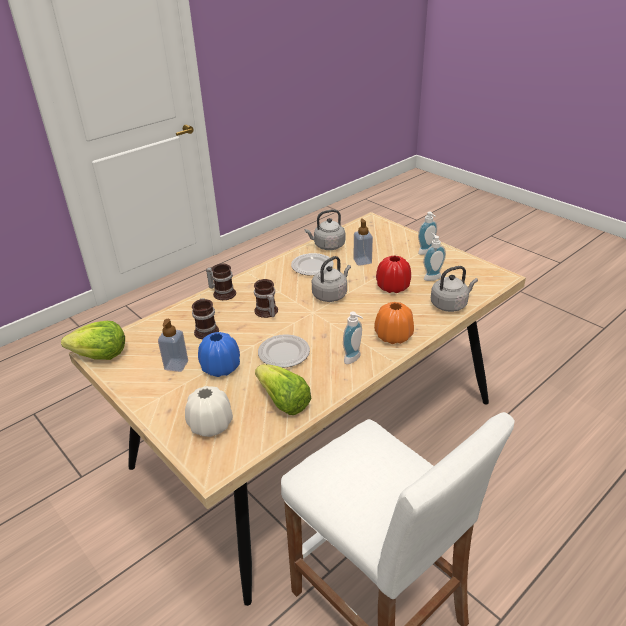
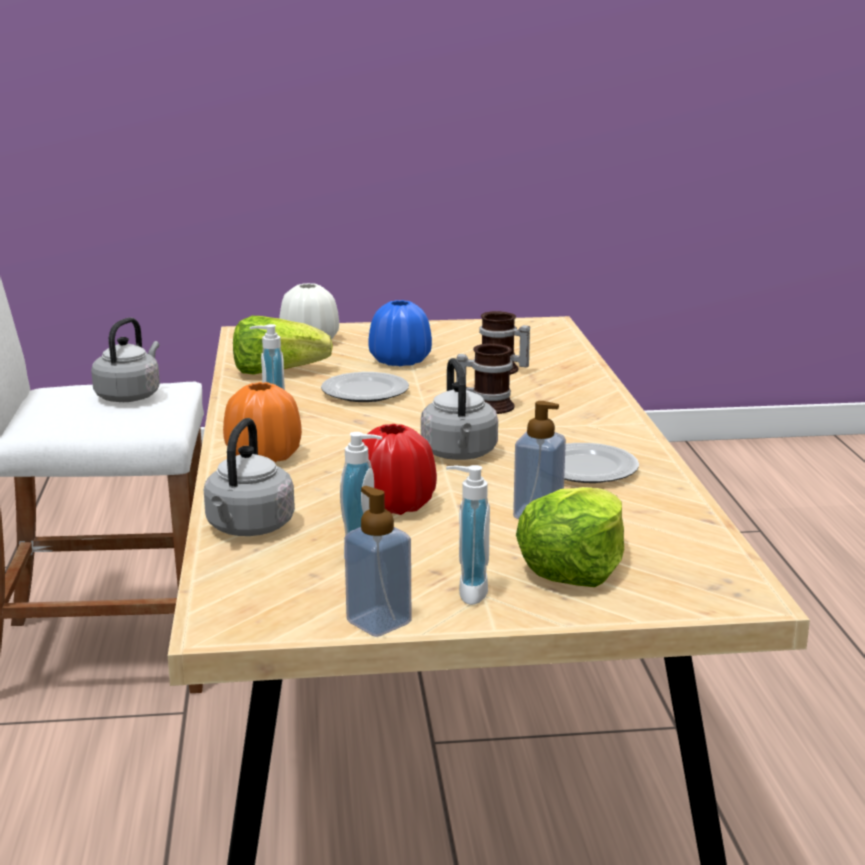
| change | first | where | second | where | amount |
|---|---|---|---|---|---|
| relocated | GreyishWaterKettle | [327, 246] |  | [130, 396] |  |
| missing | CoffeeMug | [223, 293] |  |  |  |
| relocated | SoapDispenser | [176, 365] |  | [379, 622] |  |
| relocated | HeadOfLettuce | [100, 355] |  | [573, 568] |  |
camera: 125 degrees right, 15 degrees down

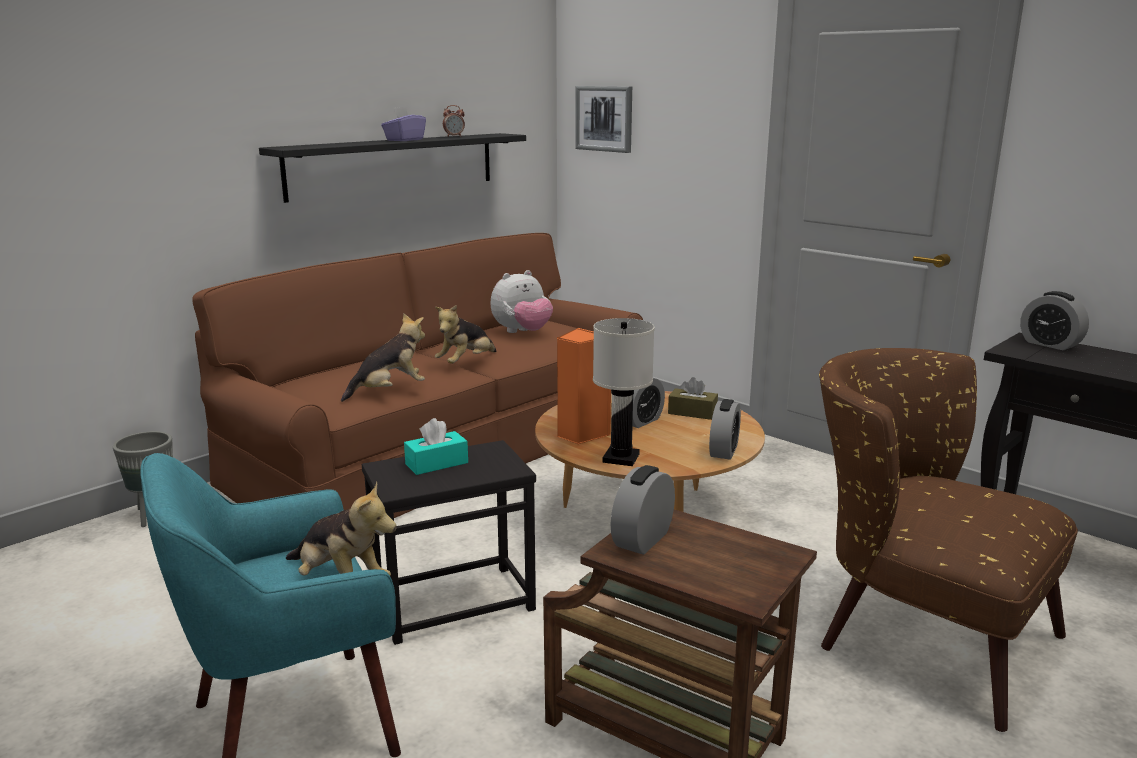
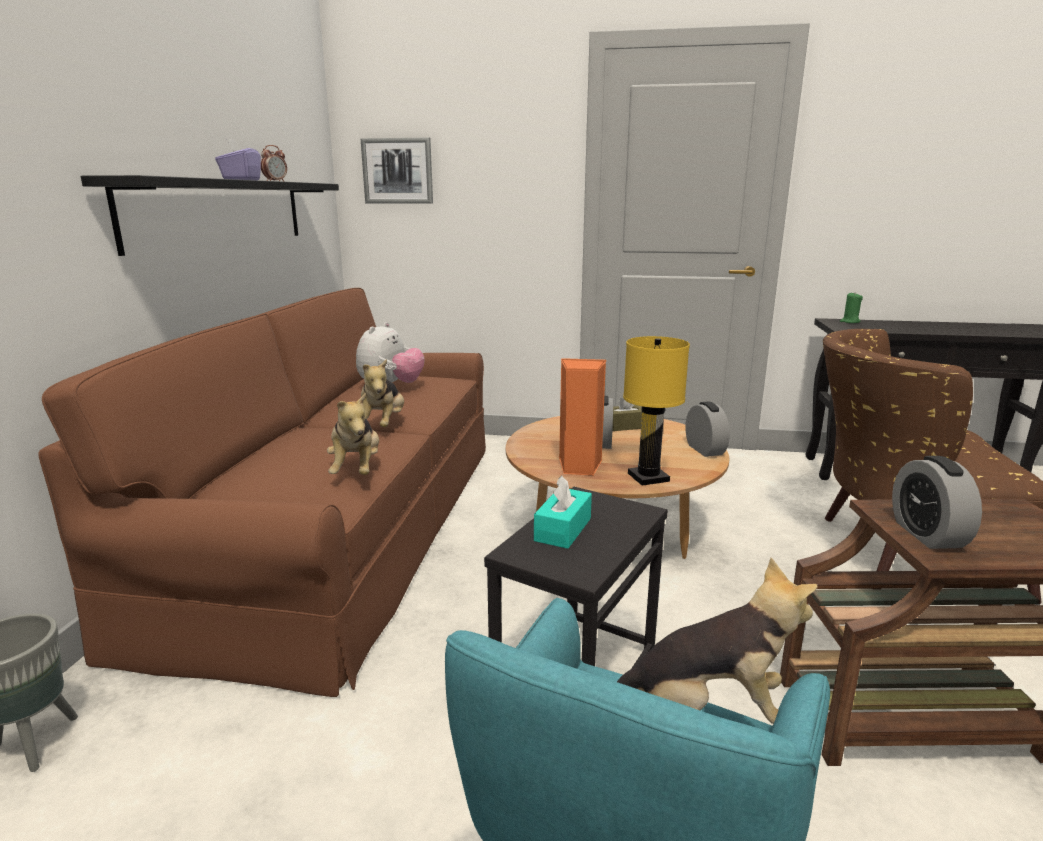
| change | first | where | second | where | amount |
|---|---|---|---|---|---|
| exchanged | TableClock | [1050, 344] | GreenWaxCandle | [849, 322] |  |
| spun | PlushToy | [389, 391] |  | [357, 470] | 150 degrees clockwise |
| colour | WhitishTableLamp | [621, 458] | YellowTableLamp | [649, 477] |  |
camera: 35 degrees left, 0 degrees up

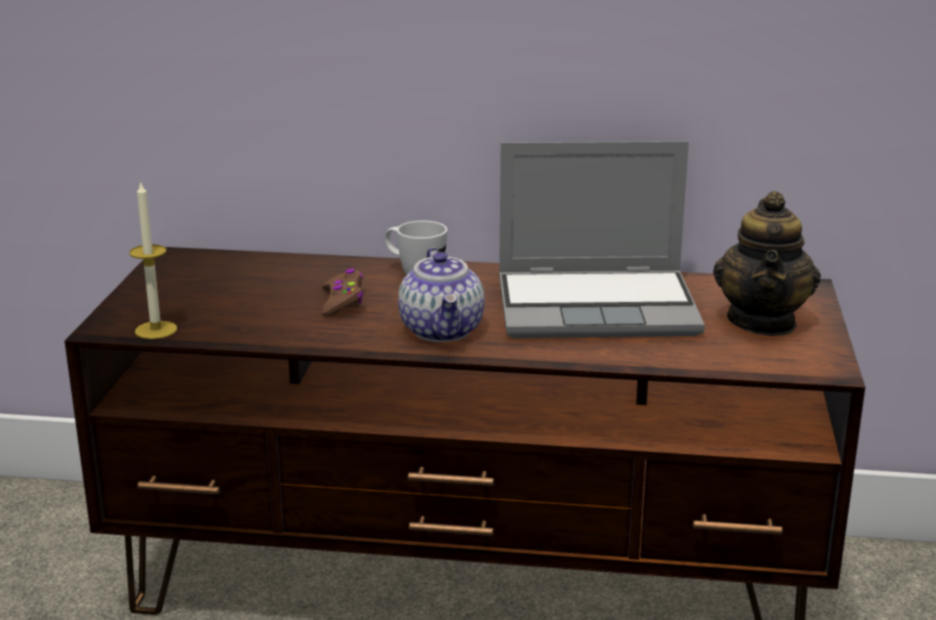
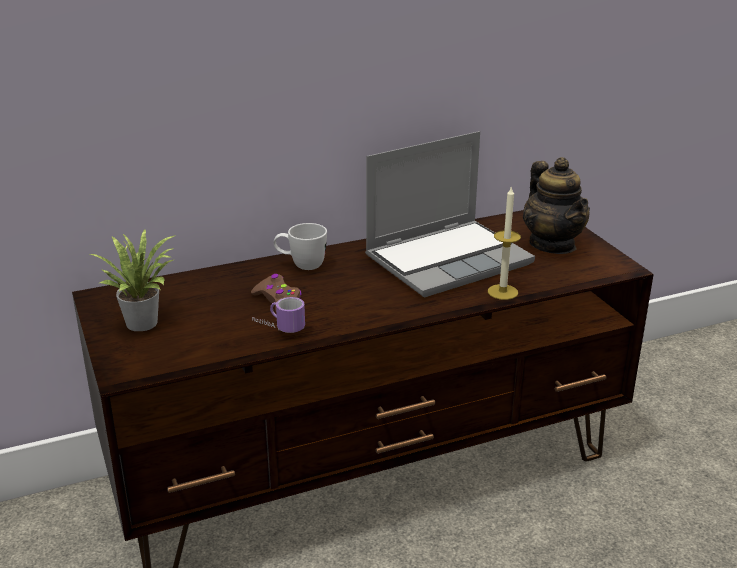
| change | first | where | second | where | amount |
|---|---|---|---|---|---|
| relocated | WaxCandle | [156, 330] |  | [502, 292] |  |
| missing | TeaPot | [443, 331] |  |  |  |
| appeared |  |  | PottedPlant | [144, 321] |  |
| appeared |  |  | CoffeeMug | [277, 329] |  |
camera: 30 degrees left, 5 degrees up

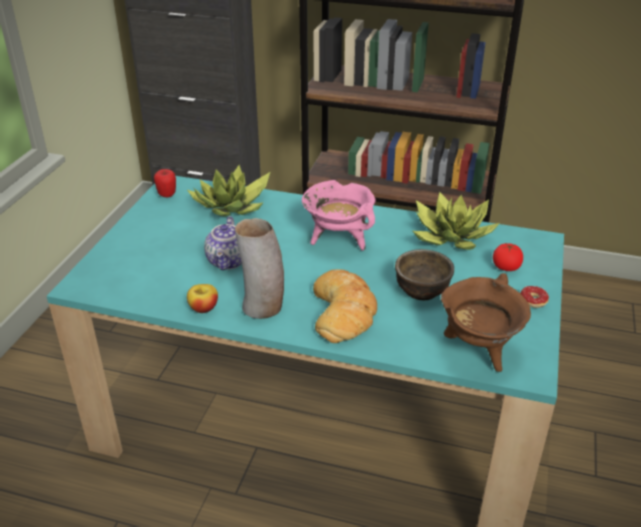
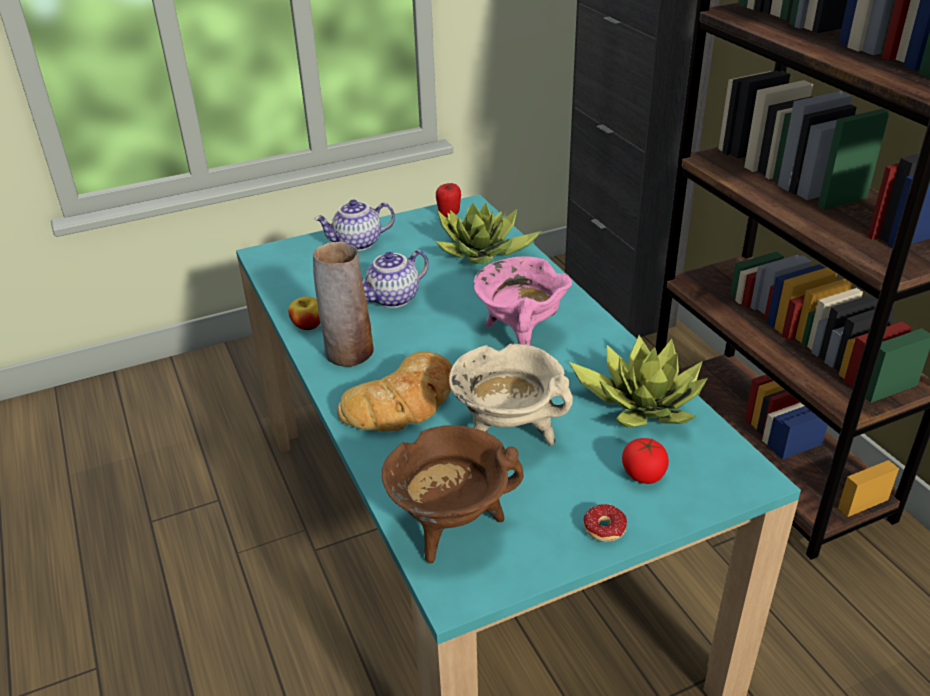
| change | first | where | second | where | amount |
|---|---|---|---|---|---|
| exchanged | BrownColouredServingBowl | [422, 290] | BeigeColouredCookingPot | [508, 434] |  |
| appeared |  |  | TeaPot | [357, 244] |  |
camera: 50 degrees right, 0 degrees up

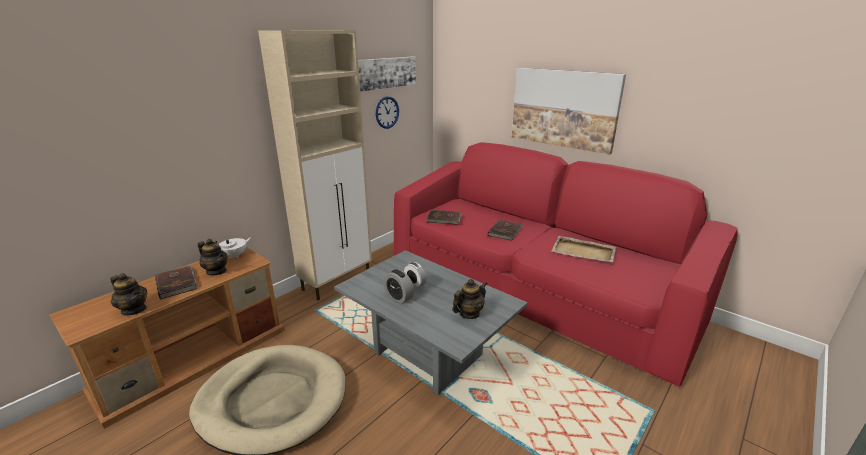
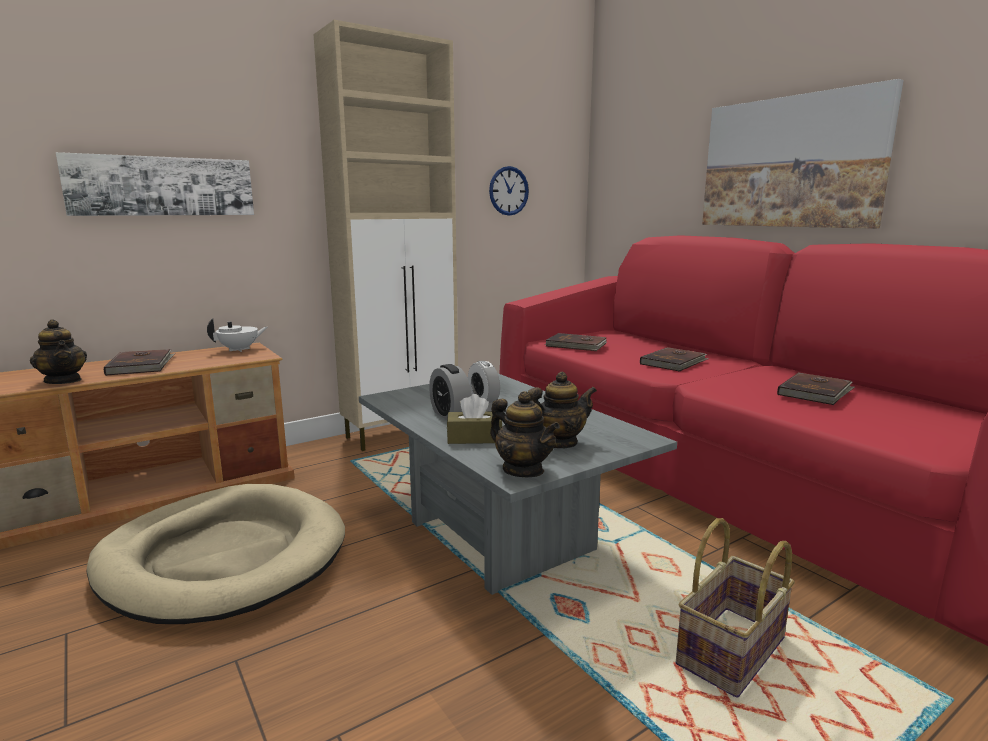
| change | first | where | second | where | amount |
|---|---|---|---|---|---|
| relocated | WallArt | [384, 73] |  | [162, 186] |  |
| exchanged | BeigeColouredCarryingTray | [584, 251] | BrownColouredVolume | [815, 392] |  |
| relocated | TeaPot | [216, 271] |  | [523, 470] |  |
| appeared |  |  | BrownColouredTissueHolder | [474, 438] |  |
| appeared |  |  | HouseholdBasket | [733, 653] |  |
camera: 15 degrees right, 10 degrees down

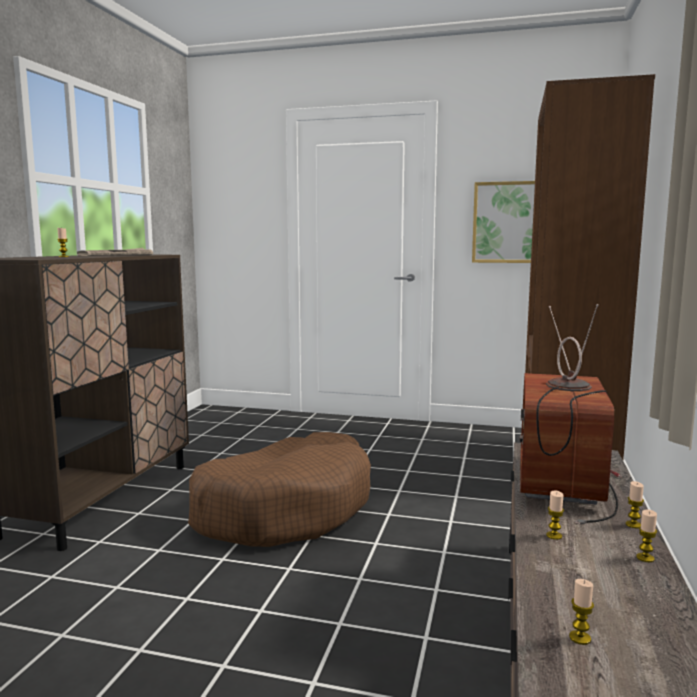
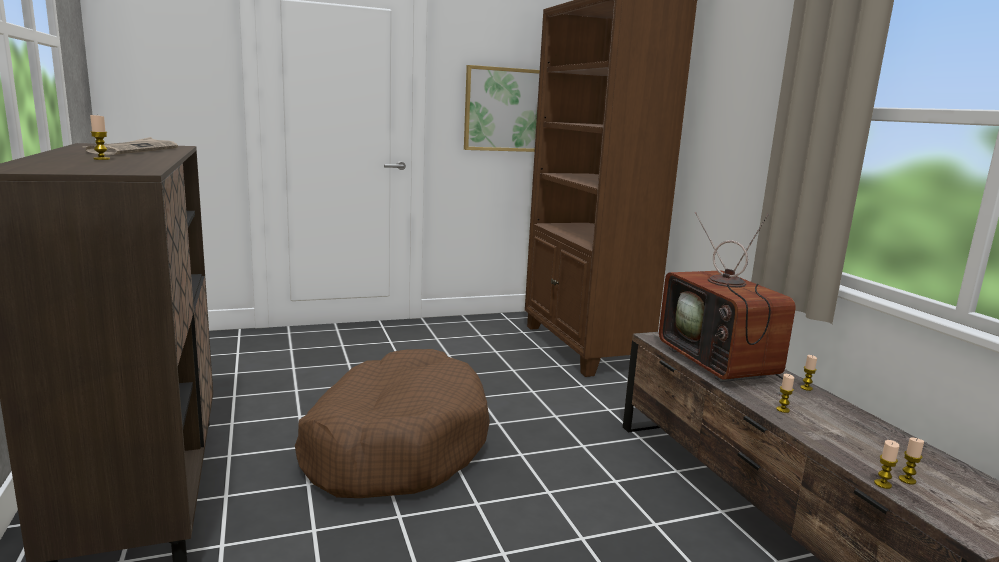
| change | first | where | second | where | amount |
|---|---|---|---|---|---|
| relocated | WaxCandle | [645, 558] |  | [882, 484] |  |
camera: 35 degrees left, 5 degrees up

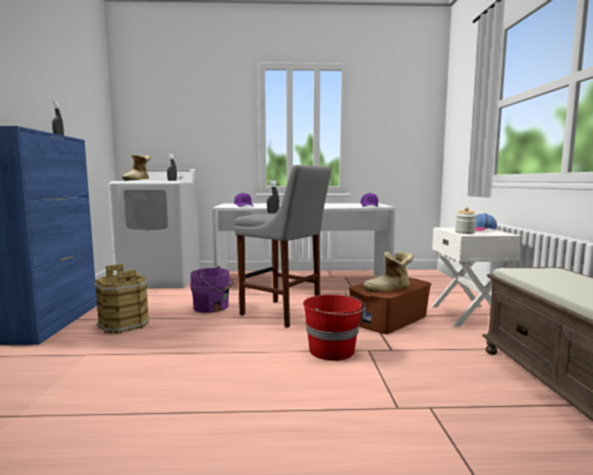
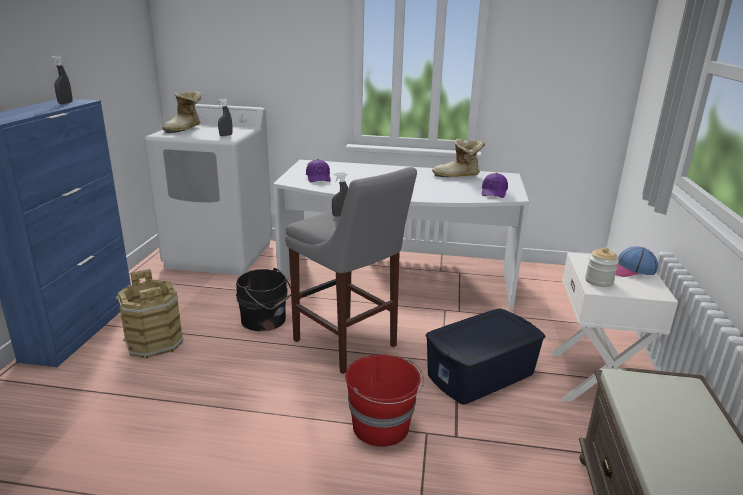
| change | first | where | second | where | amount |
|---|---|---|---|---|---|
| relocated | TallBoot | [389, 289] |  | [457, 176] |  |
| colour | PurpleColouredBucket | [212, 307] | BlackishBucket | [265, 320] |  |
| colour | BrownColouredStorageBox | [390, 319] | BlueStorageBox | [481, 374] |  |
camera: 10 degrees right, 15 degrees up

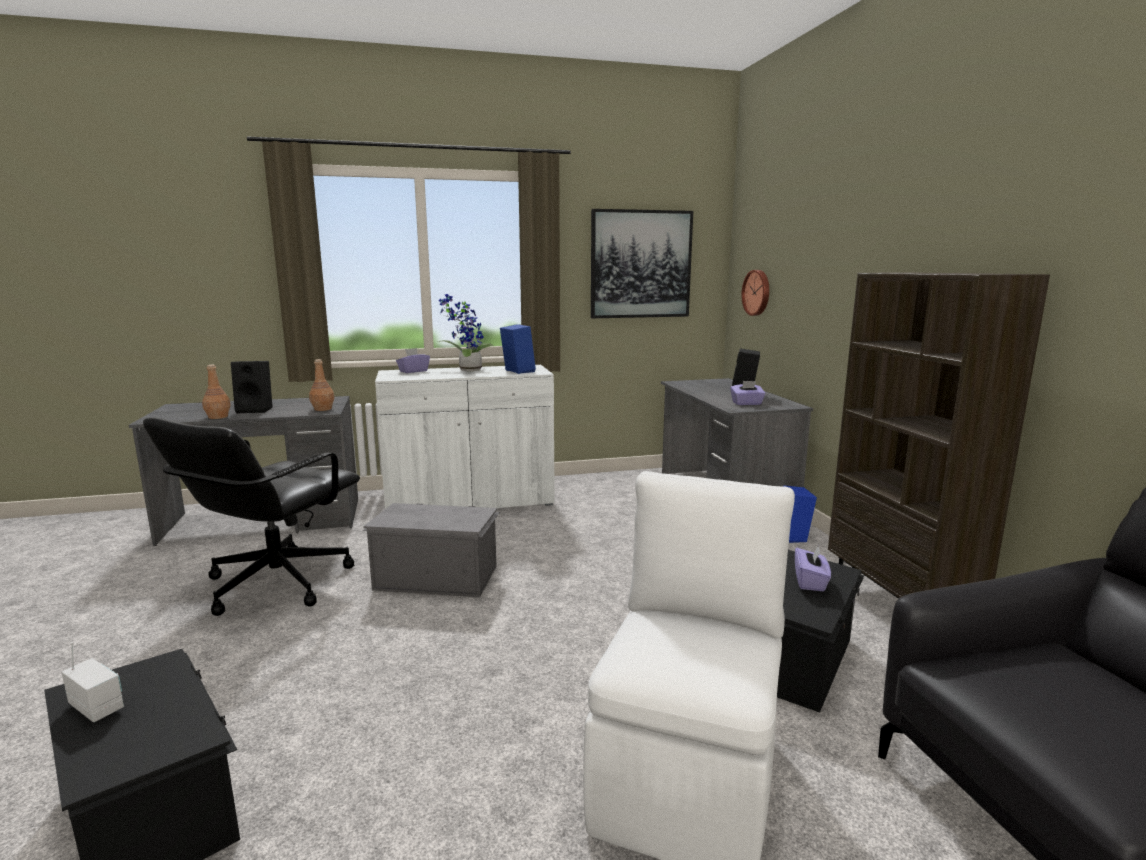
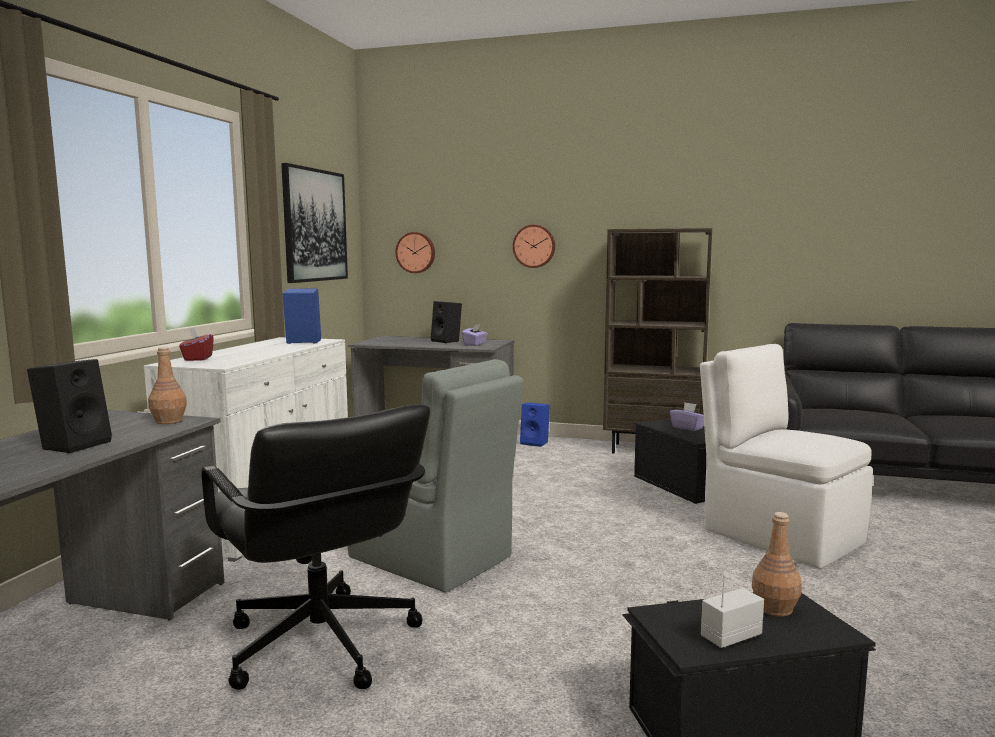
| change | first | where | second | where | amount |
|---|---|---|---|---|---|
| missing | PottedPlant | [467, 370] |  |  |  |
| colour | PurpleColouredTissueHolder | [413, 371] | RedTissueHolder | [197, 358] |  |
| relocated | BrownColouredBeverageBottle | [218, 417] |  | [775, 609] |  |
| exchanged | GreyishStorageBox | [436, 577] | GreyishUprightChair | [433, 559] |  |
| appeared |  |  | HangingClock | [534, 246] |  |
camera: 60 degrees left, 5 degrees down

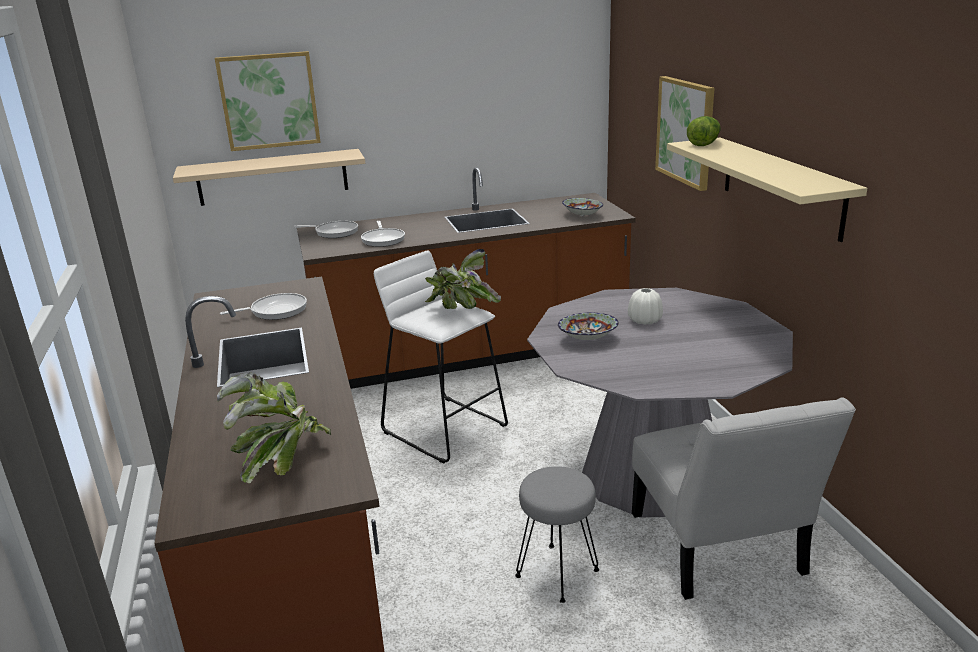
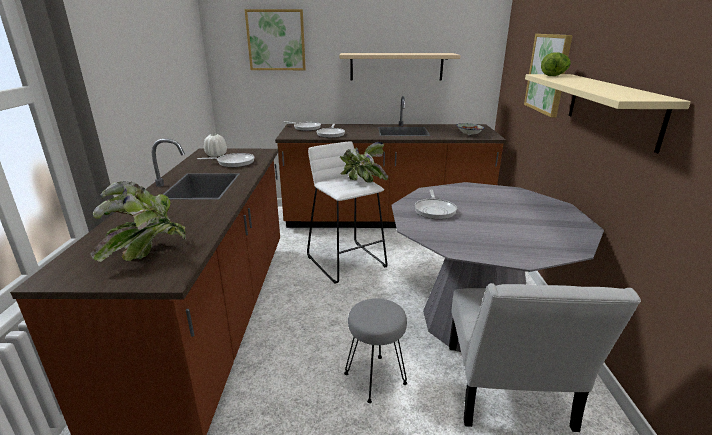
| change | first | where | second | where | amount |
|---|---|---|---|---|---|
| relocated | BeigeColouredWallShelf | [273, 177] |  | [396, 66] |  |
| relocated | WhitishDecorativeVase | [644, 320] |  | [216, 155] |  |
| exchanged | ServingBowl | [587, 338] | FryingPan | [435, 210] |  |
camera: 15 degrees right, 0 degrees up

